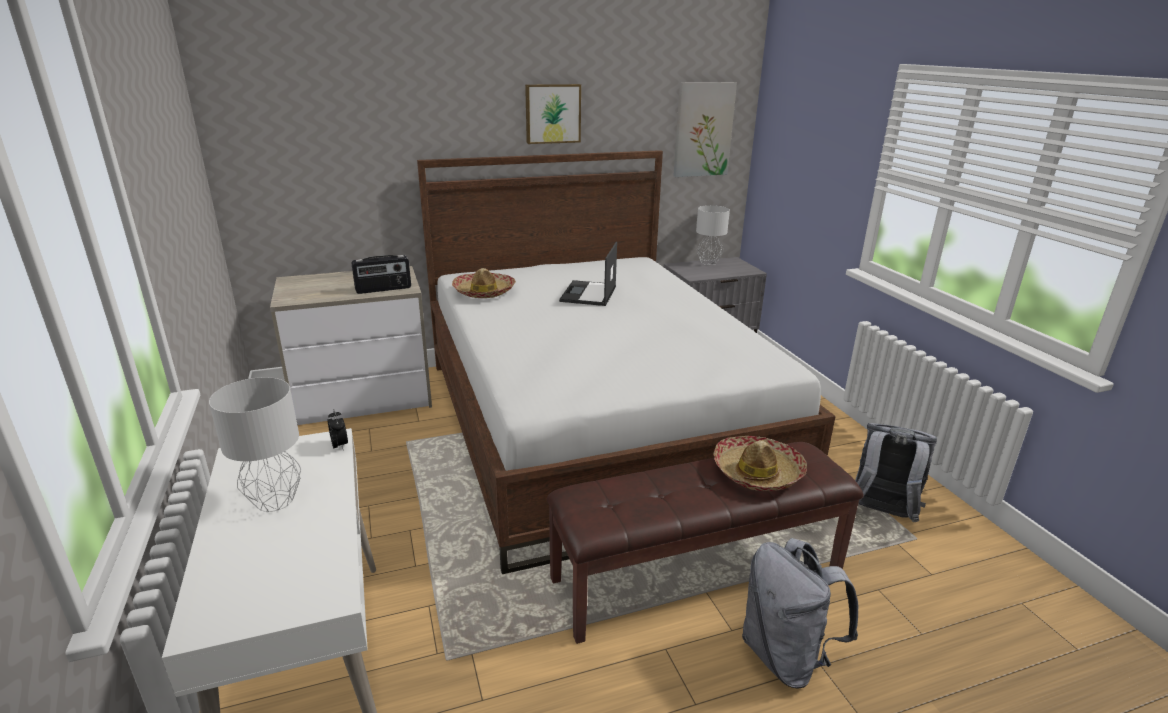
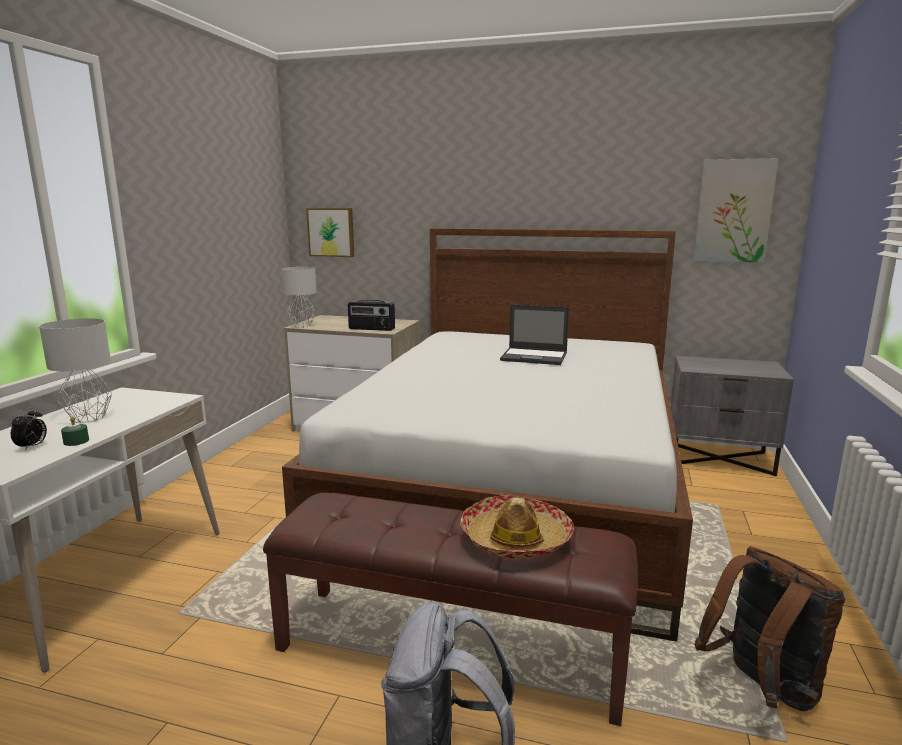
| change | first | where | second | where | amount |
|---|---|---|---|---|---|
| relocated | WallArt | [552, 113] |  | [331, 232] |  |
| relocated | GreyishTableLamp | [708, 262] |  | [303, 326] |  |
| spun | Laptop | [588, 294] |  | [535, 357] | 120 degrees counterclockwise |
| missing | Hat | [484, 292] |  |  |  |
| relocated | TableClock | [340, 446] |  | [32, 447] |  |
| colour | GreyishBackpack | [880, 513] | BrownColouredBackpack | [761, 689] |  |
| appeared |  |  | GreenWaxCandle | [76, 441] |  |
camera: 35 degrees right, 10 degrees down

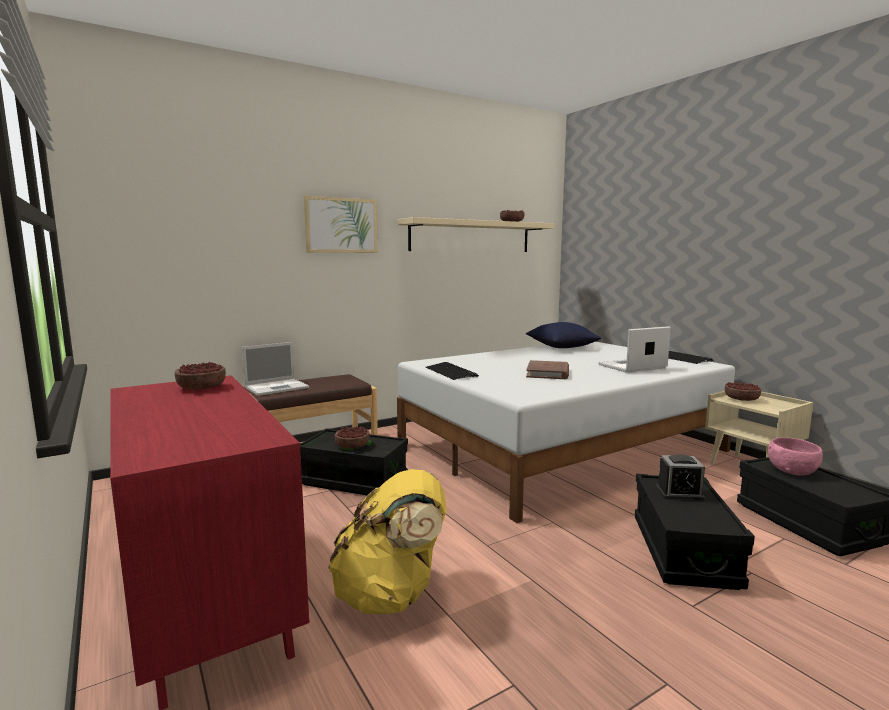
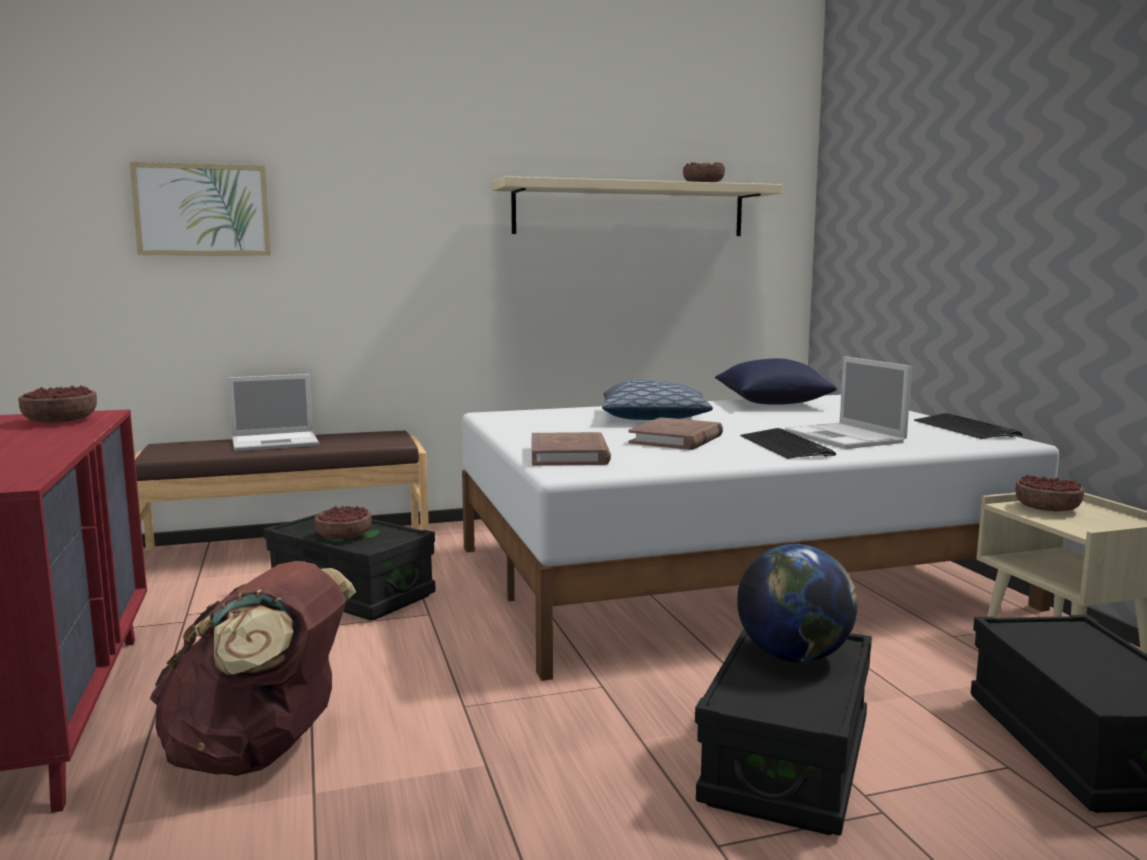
| change | first | where | second | where | amount |
|---|---|---|---|---|---|
| relocated | WallArt | [341, 225] |  | [202, 210] |  |
| spun | Laptop | [631, 366] |  | [846, 437] | 105 degrees counterclockwise |
| relocated | ComputerKeyboard | [451, 372] |  | [786, 446] |  |
| missing | PinkServingBowl | [792, 471] |  |  |  |
| exchanged | TableClock | [679, 493] | WorldGlobe | [794, 656] |  |
| colour | YellowBackpack | [391, 595] | BrownColouredBackpack | [260, 753] |  |
| appeared |  |  | ThrowPillow | [654, 418] |  |
| appeared |  |  | BrownColouredVolume | [569, 455] |  |
camera: 15 degrees right, 0 degrees up

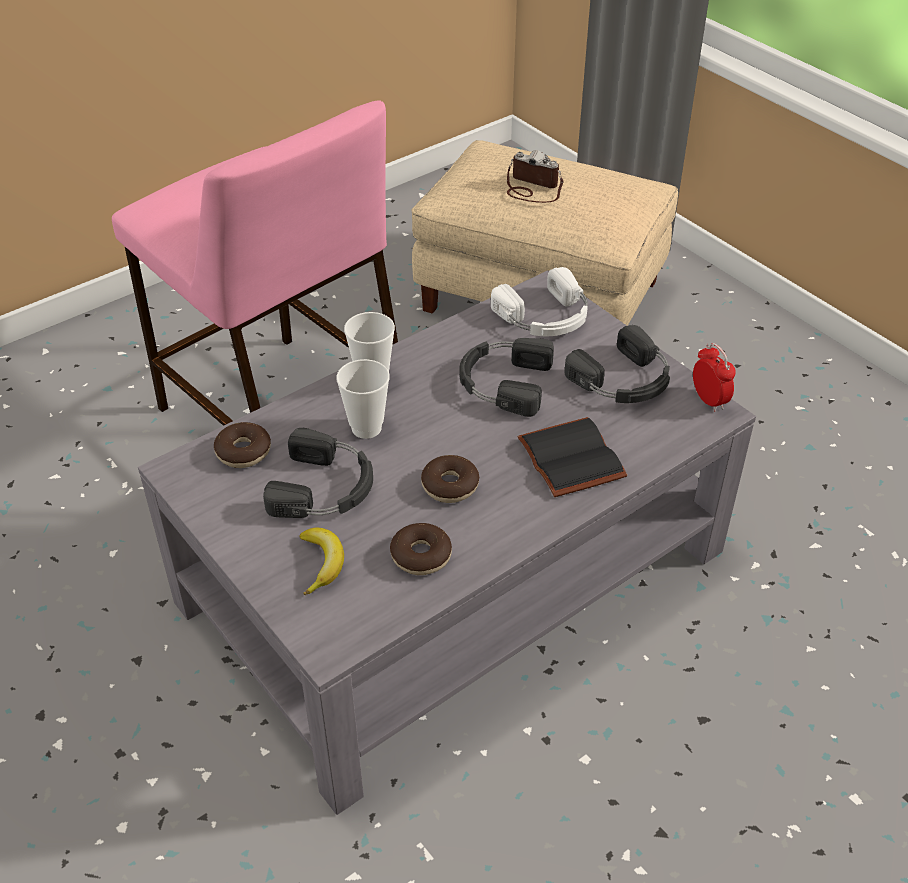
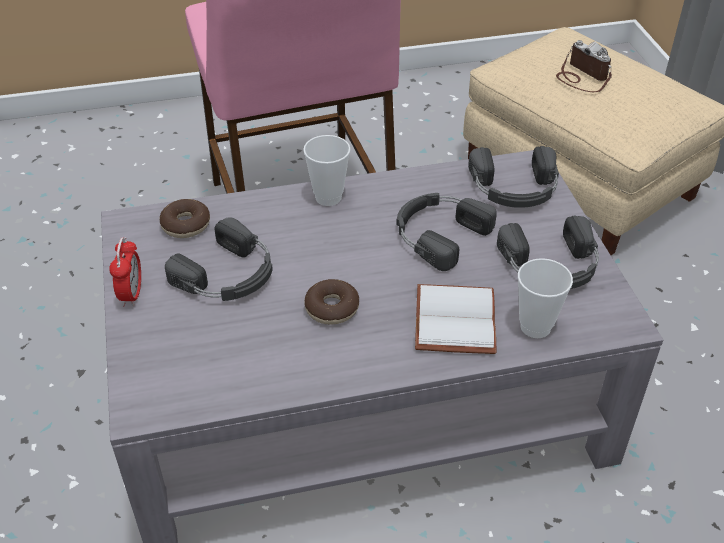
| change | first | where | second | where | amount |
|---|---|---|---|---|---|
| colour | WhitishHeadset | [546, 317] | BlackishHeadset | [515, 188] |  |
| relocated | TableClock | [709, 400] |  | [131, 294] |  |
| relocated | SmallCup | [366, 428] |  | [535, 327] |  |
| colour | BlackishVolume | [567, 458] | WhitishVolume | [452, 319] |  |
| missing | Donut | [421, 556] |  |  |  |
| missing | Banana | [322, 563] |  |  |  |
camera: 25 degrees right, 0 degrees up

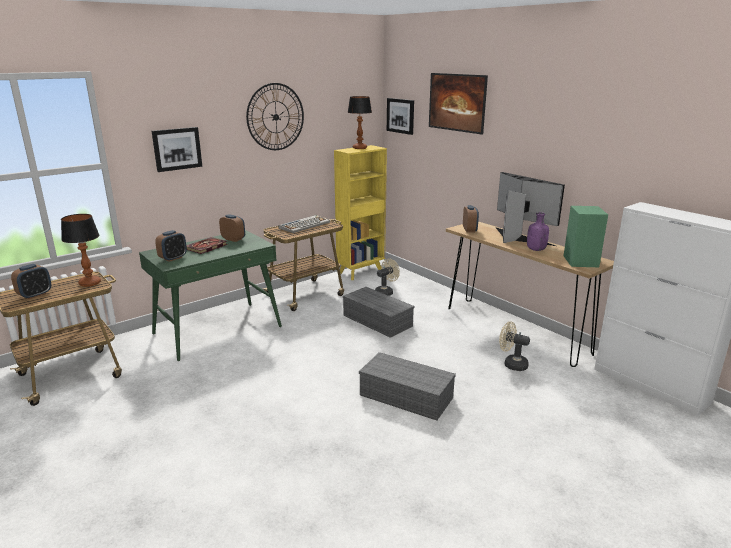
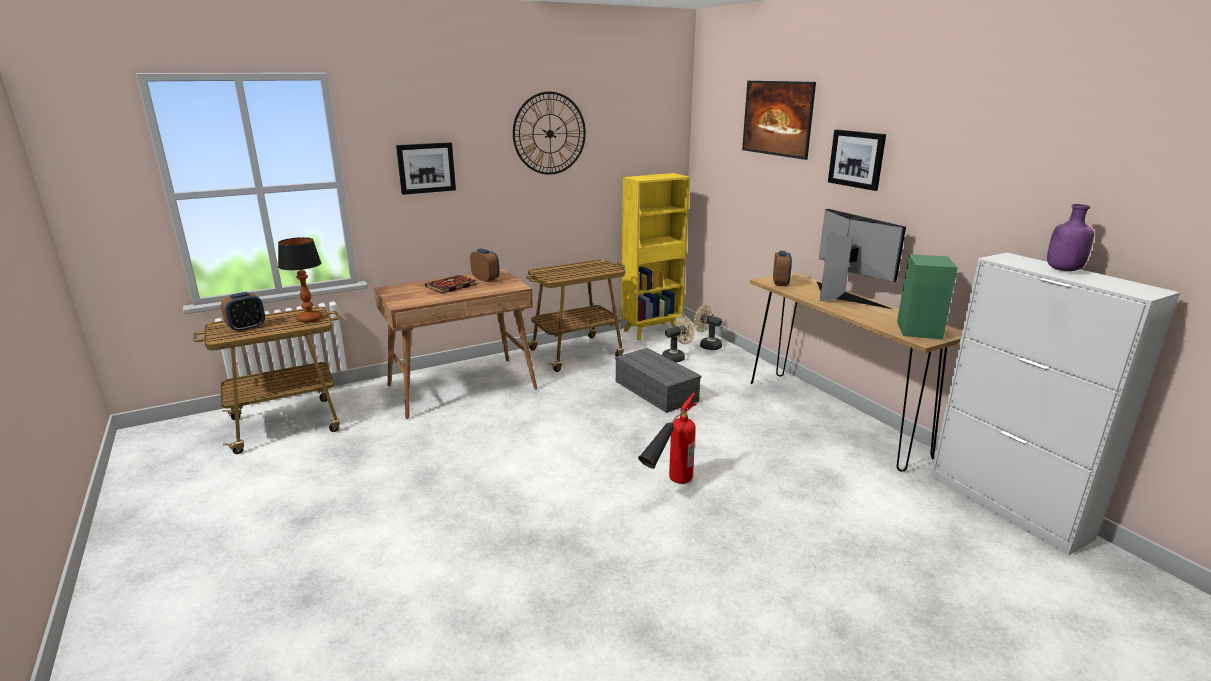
| change | first | where | second | where | amount |
|---|---|---|---|---|---|
| missing | TableLamp | [359, 148] |  |  |  |
| relocated | WallArt | [400, 115] |  | [857, 159] |  |
| relocated | PurpleColouredBeverageBottle | [535, 249] |  | [1062, 269] |  |
| missing | ComputerKeyboard | [304, 225] |  |  |  |
| colour | GreenDeskUnit | [218, 330] | BrownColouredDeskUnit | [462, 387] |  |
| missing | TableClock | [173, 258] |  |  |  |
| relocated | BeigeColouredCoolingFan | [511, 364] |  | [707, 345] |  |
| exchanged | GreyishStorageBox | [407, 396] | FireFightingCylinder | [668, 487] |  |
camera: 10 degrees right, 0 degrees up

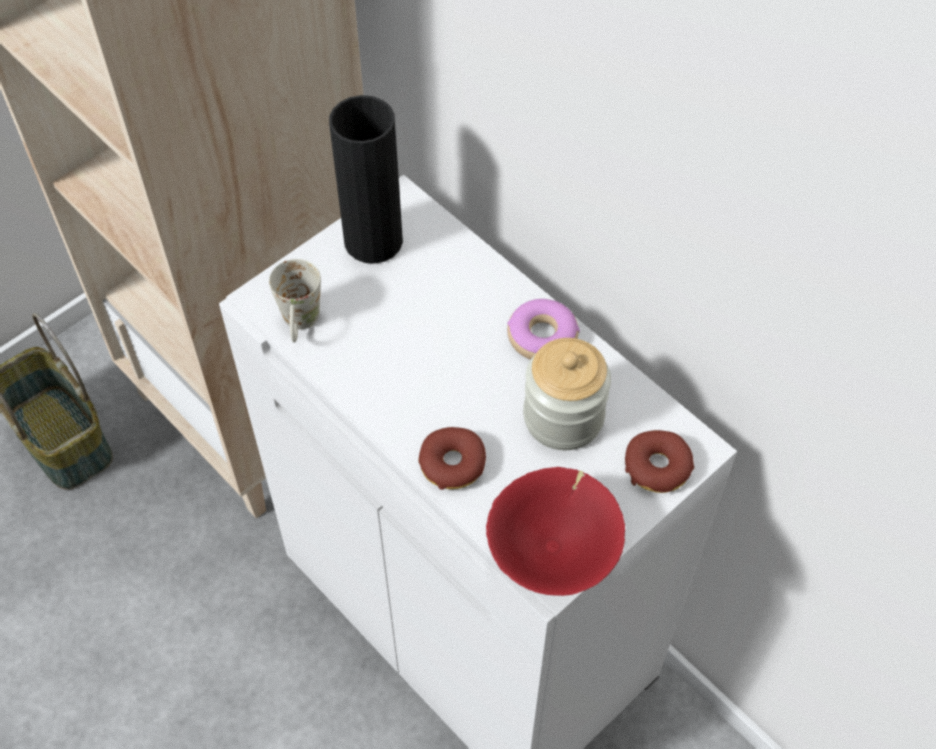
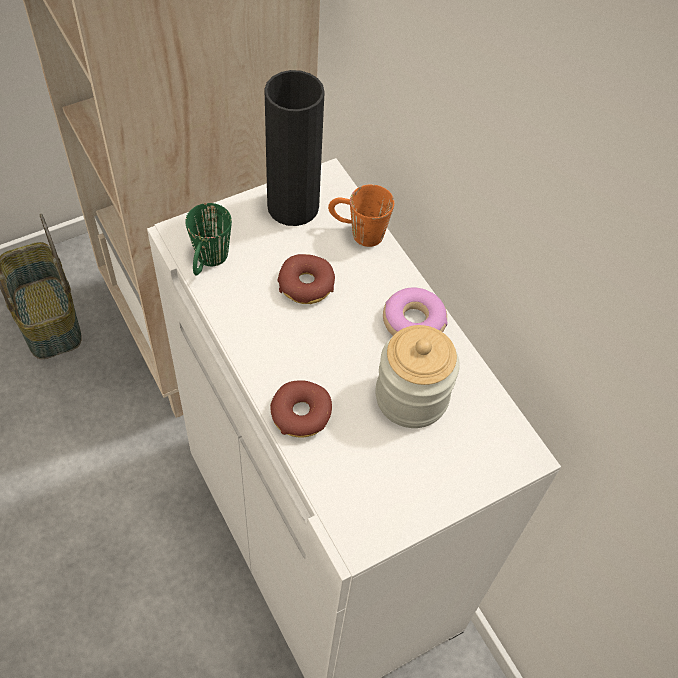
| change | first | where | second | where | amount |
|---|---|---|---|---|---|
| colour | WhitishCoffeeMug | [300, 325] | GreenCoffeeMug | [208, 262] |  |
| relocated | Donut | [657, 467] |  | [306, 285] |  |
| missing | RedServingBowl | [555, 549] |  |  |  |
| appeared |  |  | OrangeyCoffeeMug | [357, 232] |  |
camera: 10 degrees right, 0 degrees up

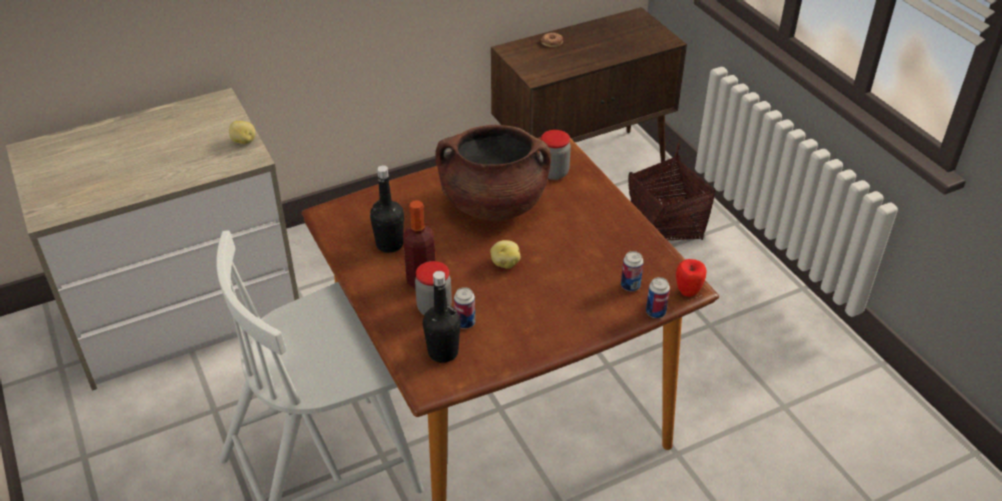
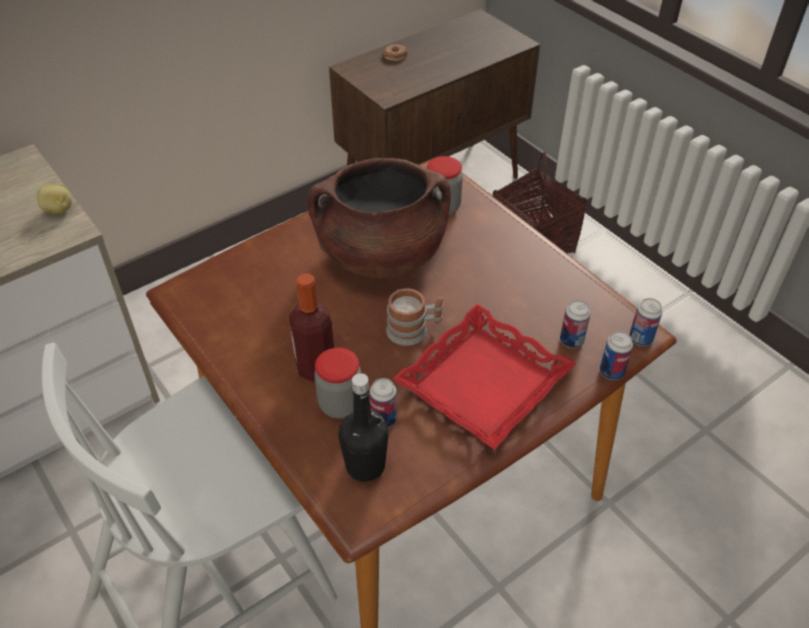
| change | first | where | second | where | amount |
|---|---|---|---|---|---|
| missing | BlackishBeverageBottle | [389, 244] |  |  |  |
| exchanged | WholePotato | [505, 263] | CoffeeMug | [414, 330] |  |
| exchanged | AppleFruit | [688, 291] | SealedCan | [640, 338] |  |
| appeared |  |  | RedCarryingTray | [484, 383] |  |
camera: 10 degrees left, 5 degrees up

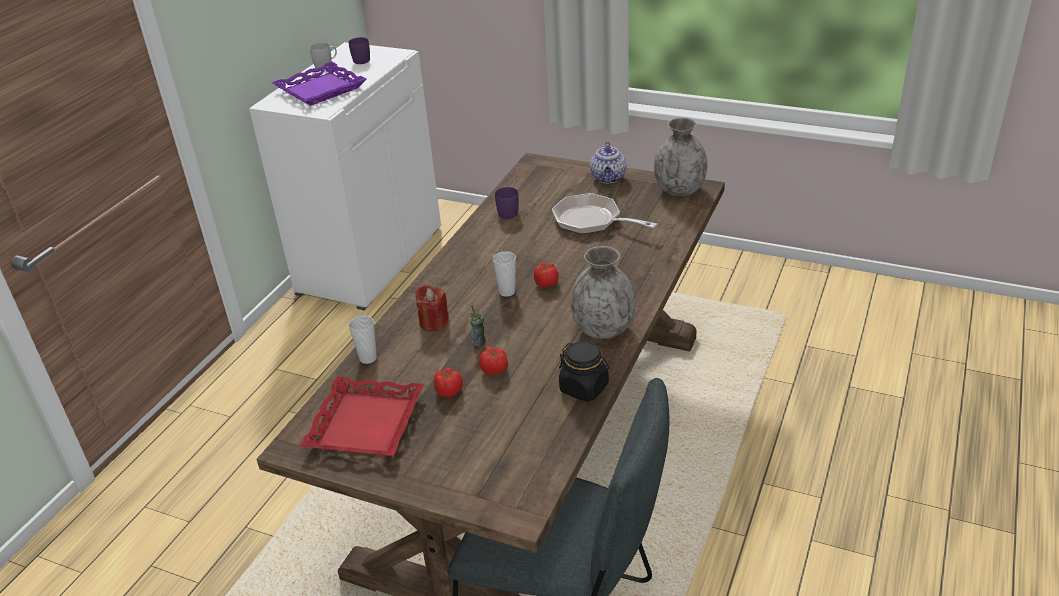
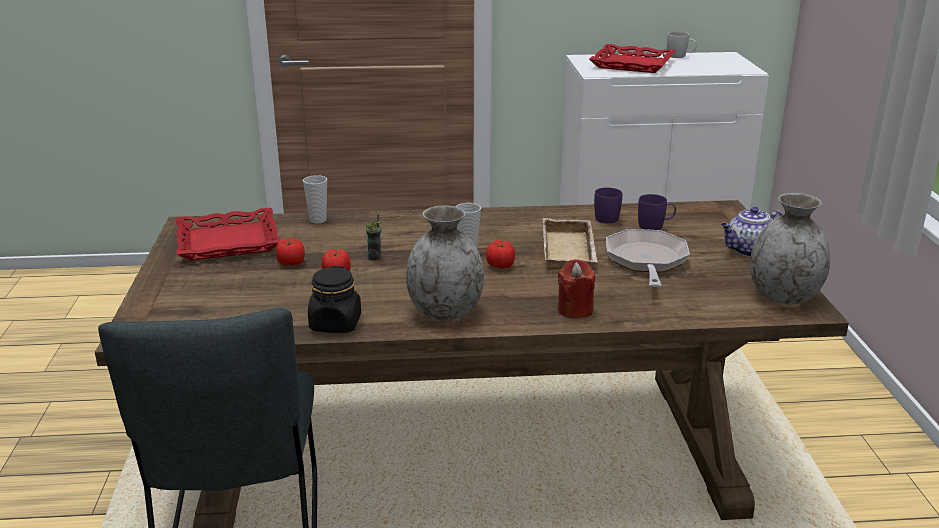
| change | first | where | second | where | amount |
|---|---|---|---|---|---|
| relocated | PurpleColouredCoffeeMug | [363, 59] |  | [655, 226] |  |
| colour | PurpleColouredCarryingTray | [320, 89] | RedCarryingTray | [632, 64] |  |
| relocated | RedWaxCandle | [434, 322] |  | [575, 310] |  |
| appeared |  |  | BeigeColouredCarryingTray | [571, 251] |  |
camera: 60 degrees right, 10 degrees down

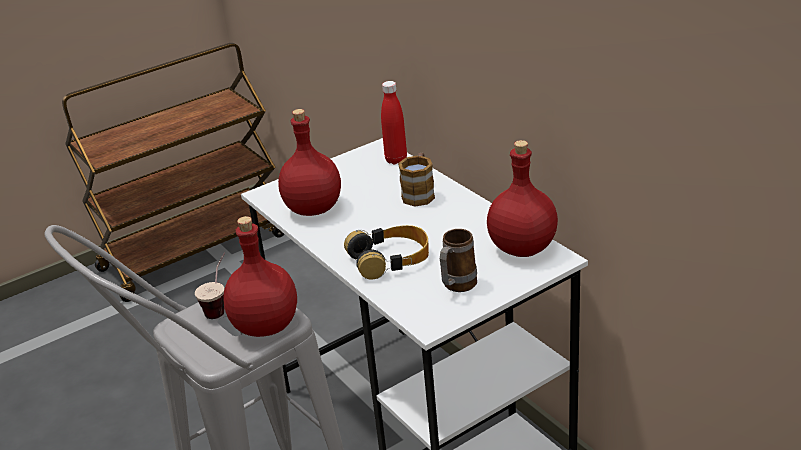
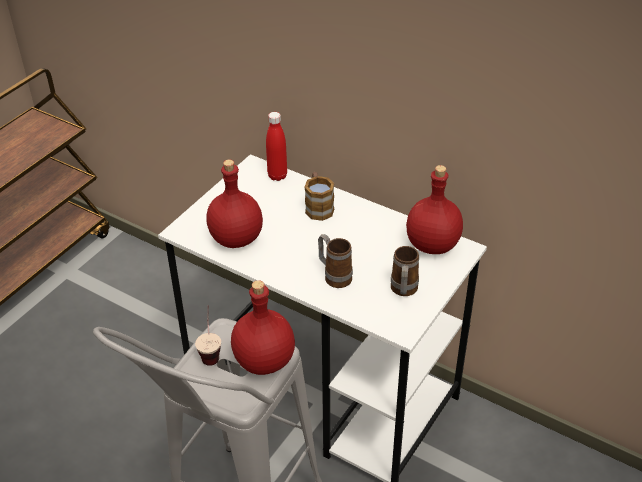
| change | first | where | second | where | amount |
|---|---|---|---|---|---|
| exchanged | Headset | [390, 259] | CoffeeMug | [334, 276] |  |
camera: 25 degrees left, 10 degrees up

